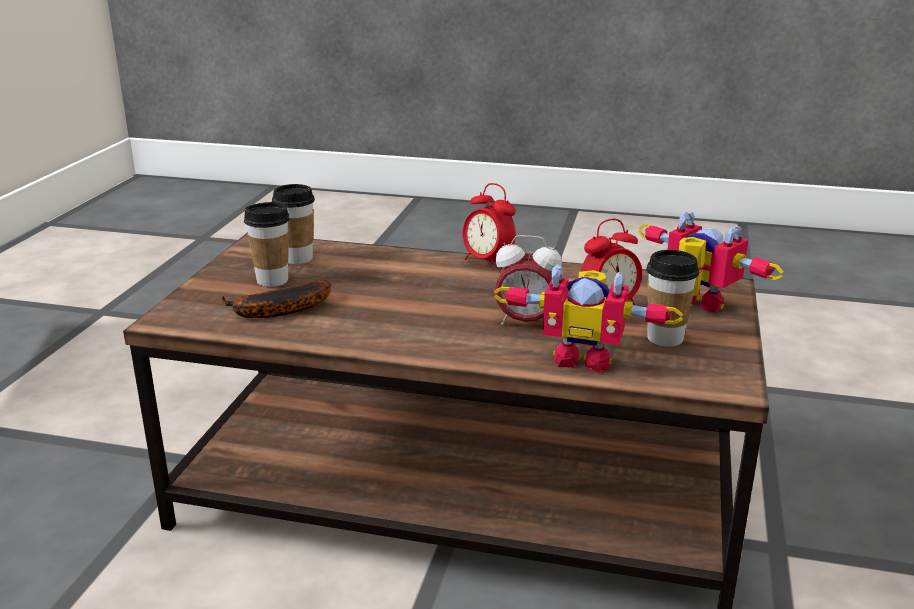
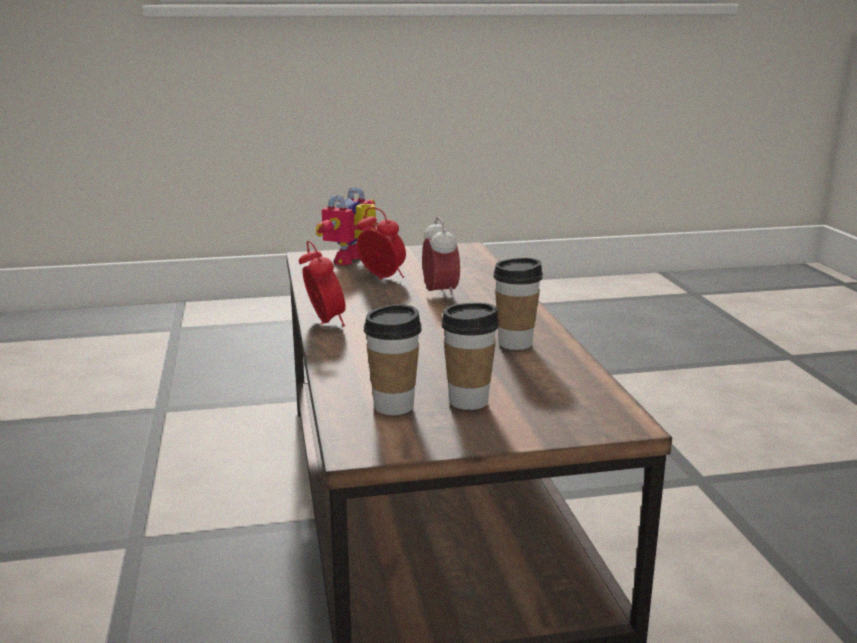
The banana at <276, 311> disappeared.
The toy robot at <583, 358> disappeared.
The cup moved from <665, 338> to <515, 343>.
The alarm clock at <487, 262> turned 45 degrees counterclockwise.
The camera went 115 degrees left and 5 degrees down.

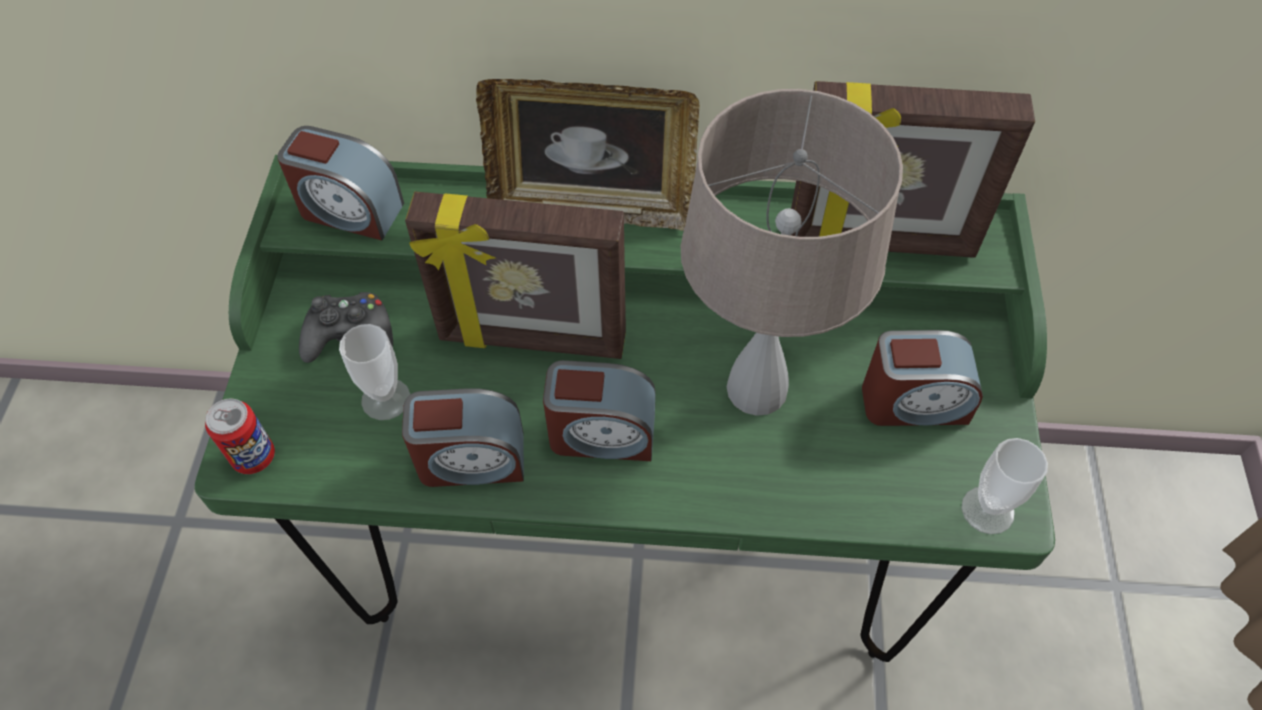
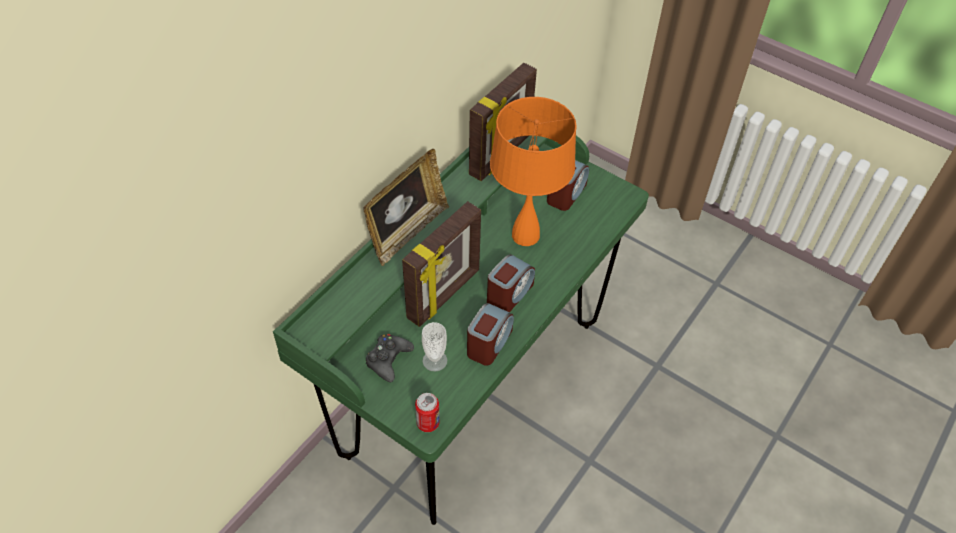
The alarm clock at <350, 211> disappeared.
The cup at <987, 510> disappeared.
The table lamp (beige) at <755, 388> became the table lamp (orange) at <525, 235>.
The camera went 60 degrees left and 5 degrees down.

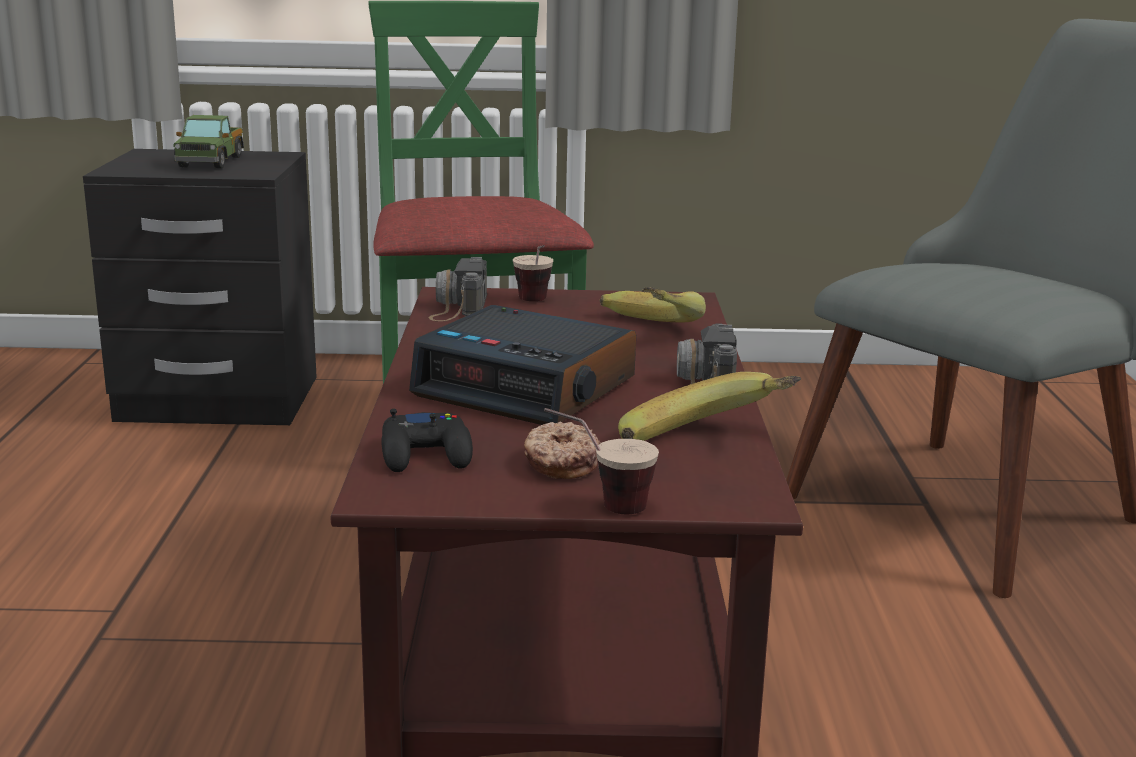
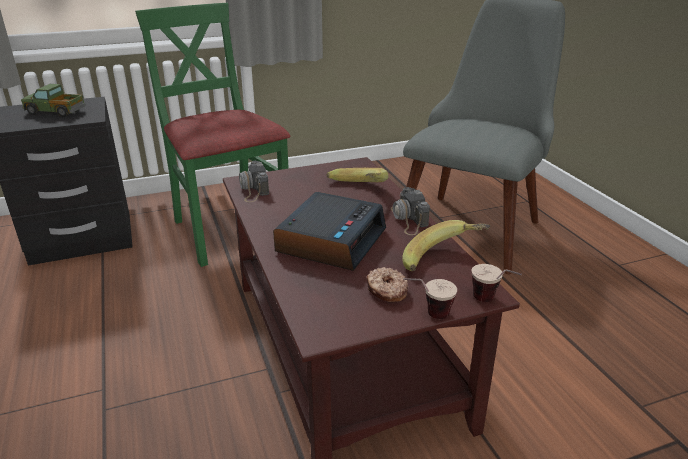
The game controller (black) at <426, 454> disappeared.
The cup moved from <535, 303> to <492, 303>.
The toy truck at <211, 162> turned 120 degrees clockwise.
The alarm clock at <528, 387> turned 75 degrees counterclockwise.
The camera went 20 degrees left and 10 degrees up.

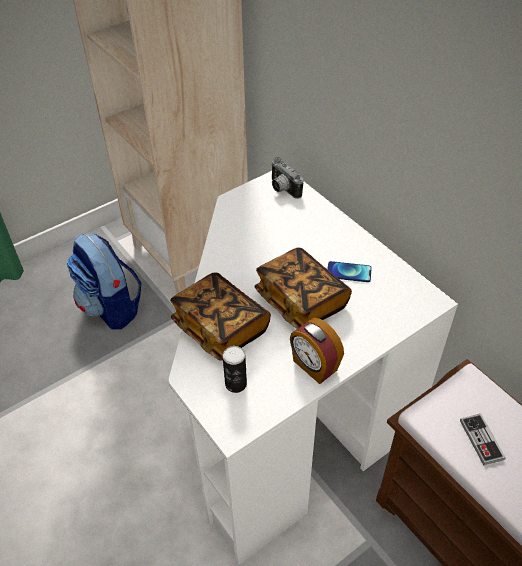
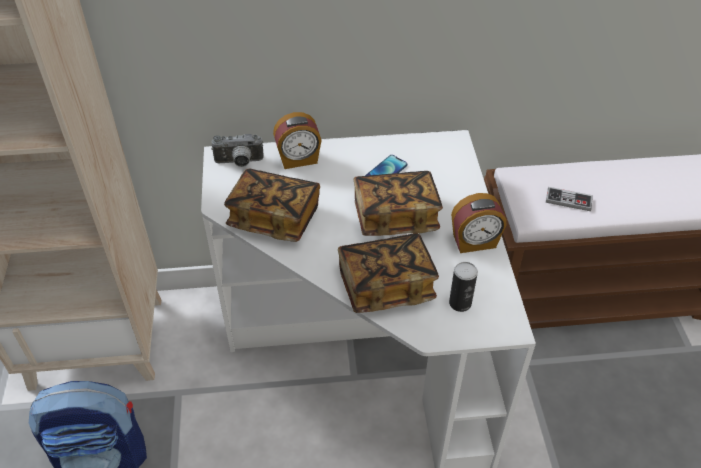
The book at <274, 218> appeared.
The alarm clock at <298, 160> appeared.
The camera went 60 degrees left and 0 degrees up.

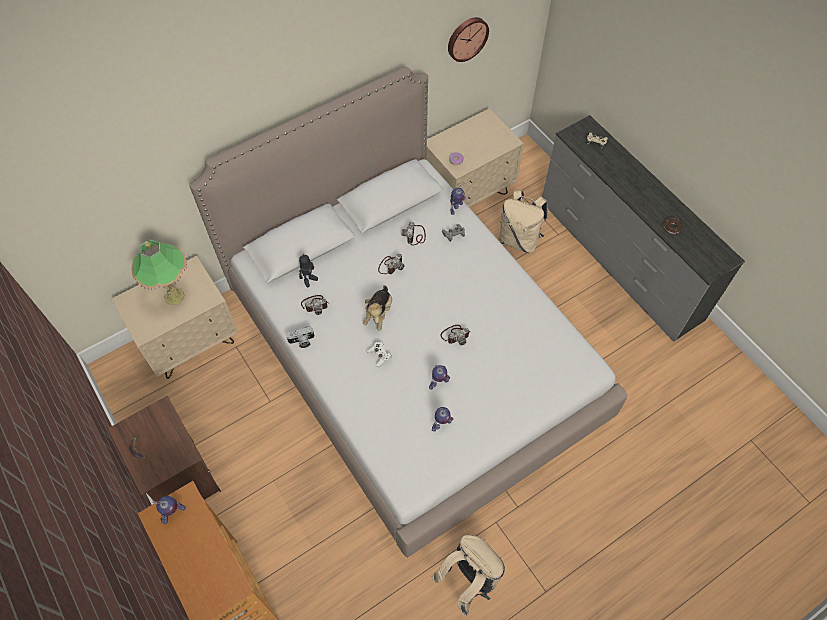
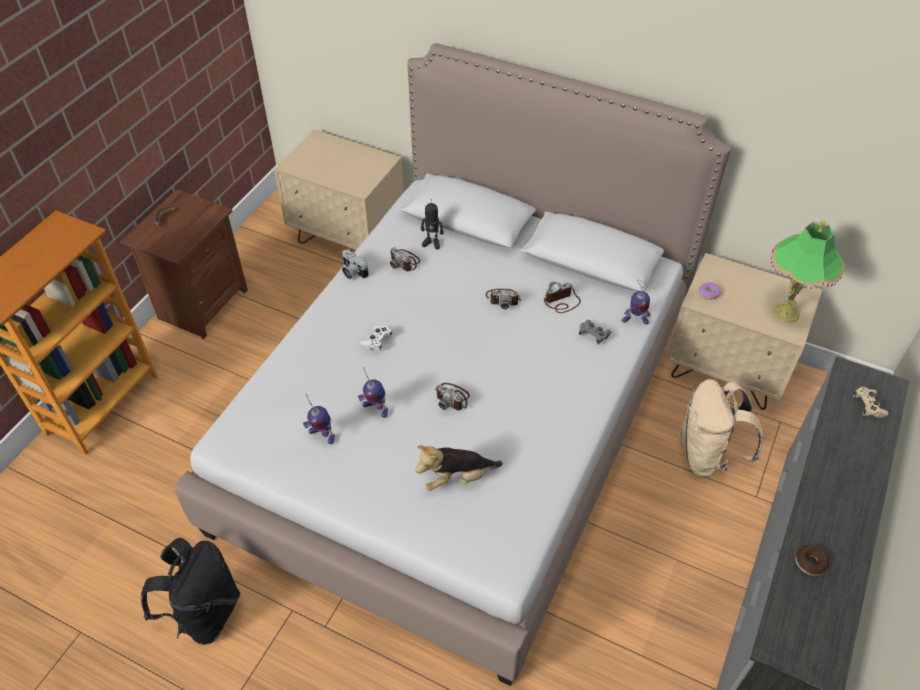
The toy robot at <173, 514> disappeared.
The wall clock at <466, 38> disappeared.
The table lamp moved from <174, 296> to <785, 313>.
The plush toy moved from <378, 313> to <456, 478>.
The backpack (beige) at <468, 579> became the backpack (black) at <205, 613>.
The camera went 60 degrees right and 10 degrees down.

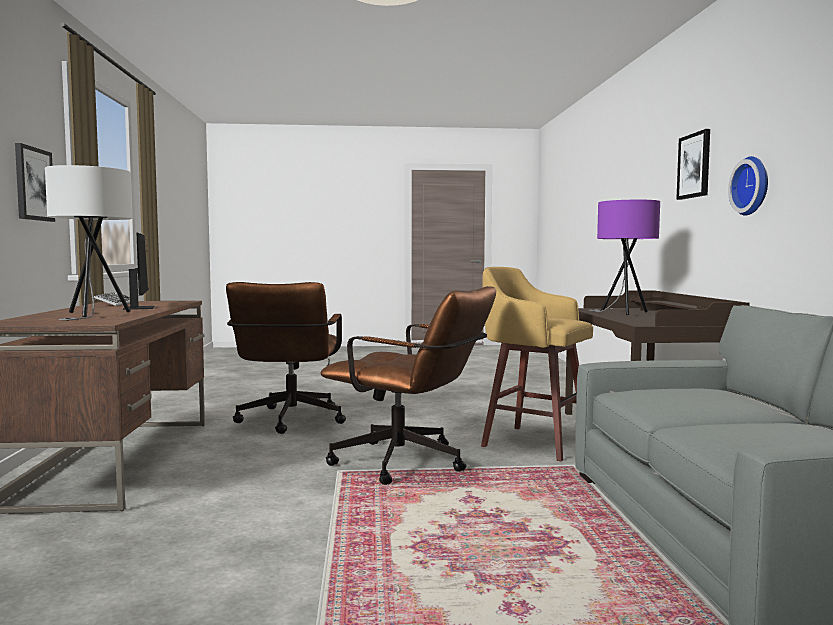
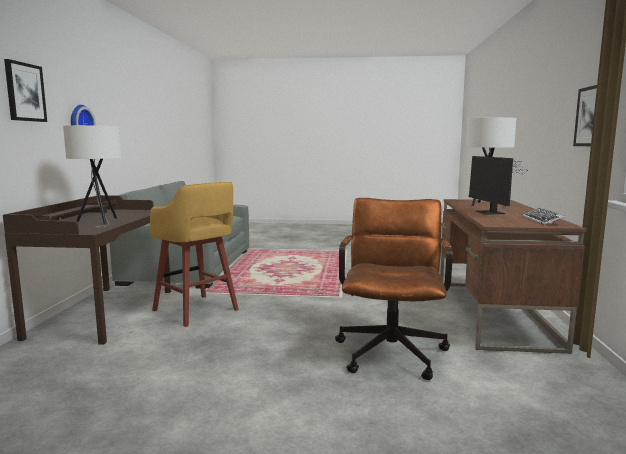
The office chair (brown) at <410, 464> disappeared.
The table lamp (purple) at <622, 313> became the table lamp (white) at <99, 222>.
The camera went 170 degrees left and 5 degrees up.

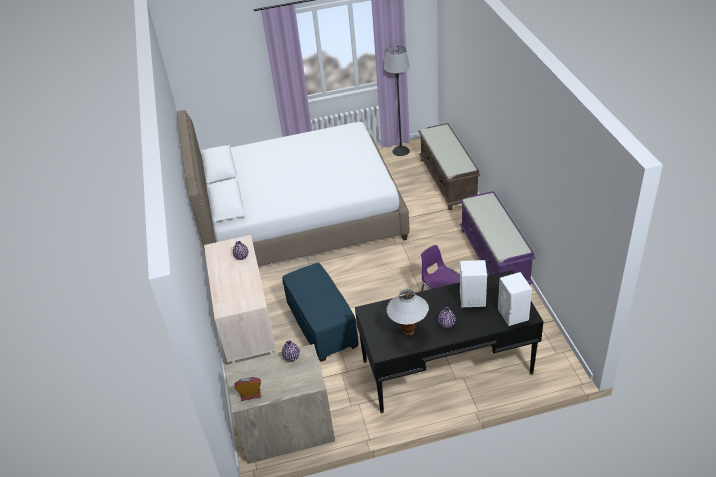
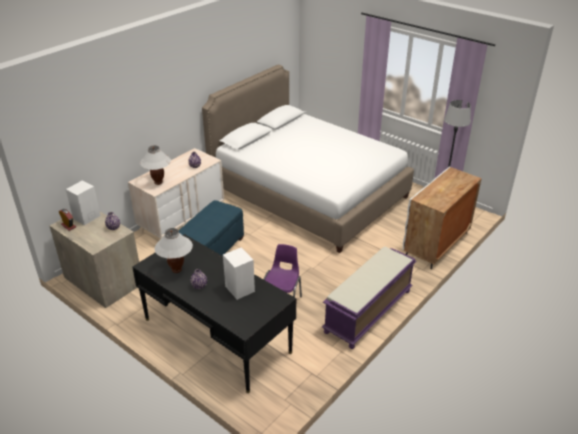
The table lamp (white) at <158, 182> appeared.
The speaker (white) moved from <513, 315> to <86, 217>.
The bench (brown) at <448, 181> was replaced by the cabinet (white) at <436, 244>.
The camera went 50 degrees right and 5 degrees down.

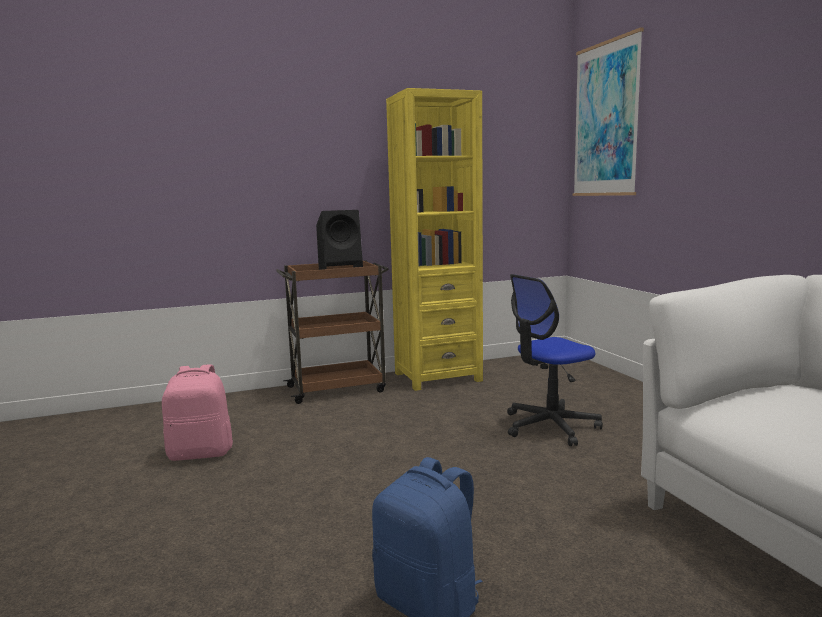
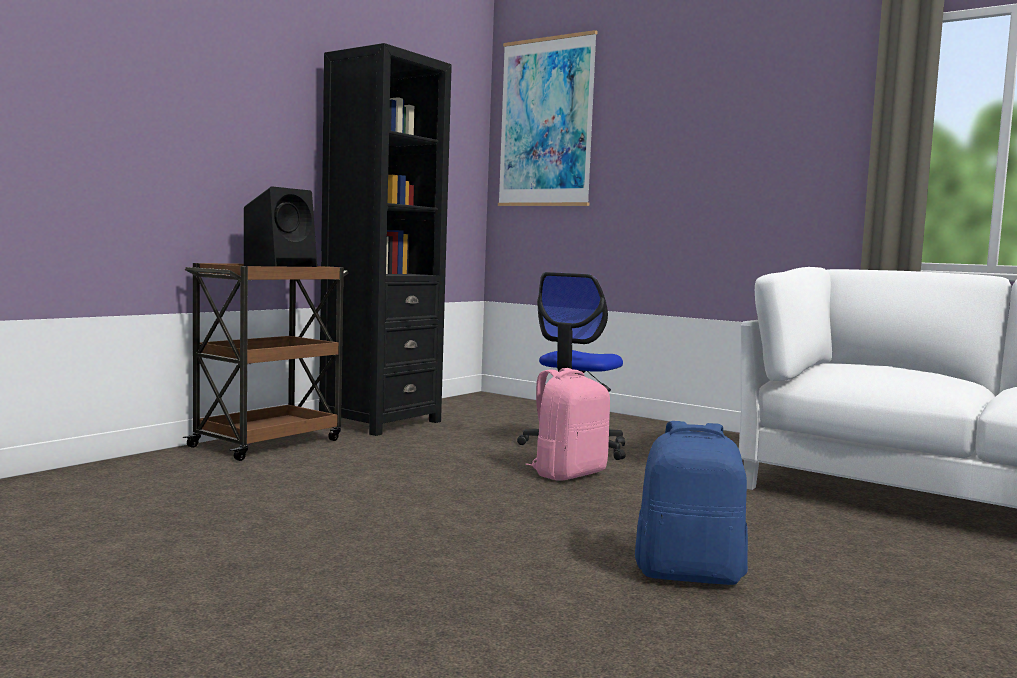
The backpack (pink) moved from <201, 453> to <568, 474>.
The bookcase (yellow) at <437, 377> became the bookcase (black) at <380, 422>.
The camera went 35 degrees left and 5 degrees down.

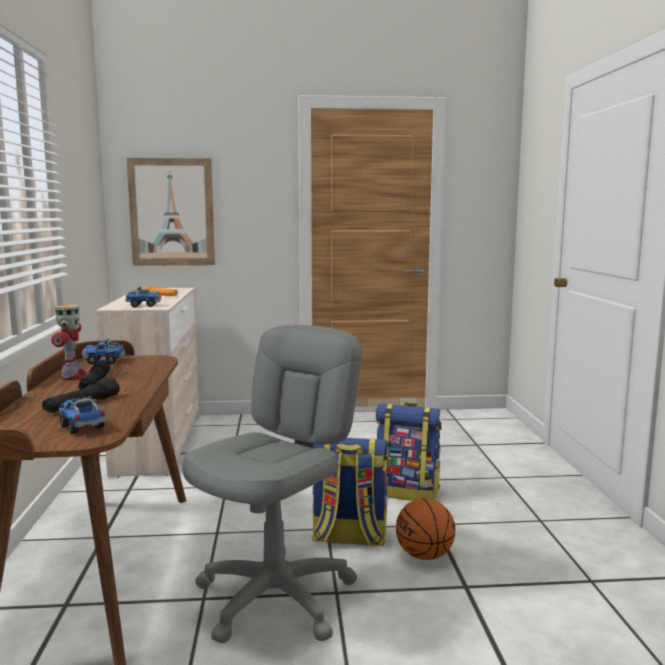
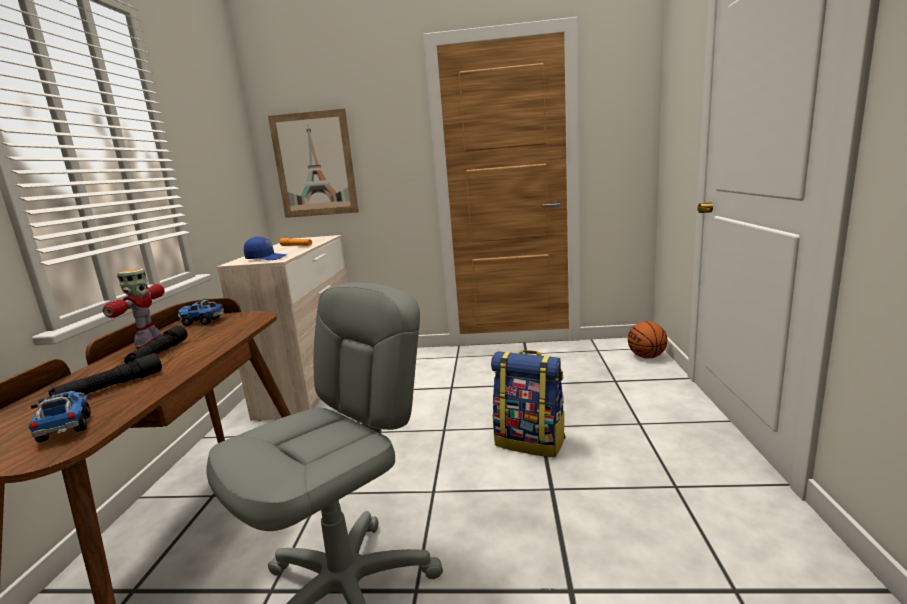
The backpack at <349, 537> disappeared.
The basketball moved from <424, 555> to <646, 357>.
The toy truck at <143, 305> was replaced by the cap (blue) at <266, 258>.
The camera went 10 degrees right and 5 degrees up.

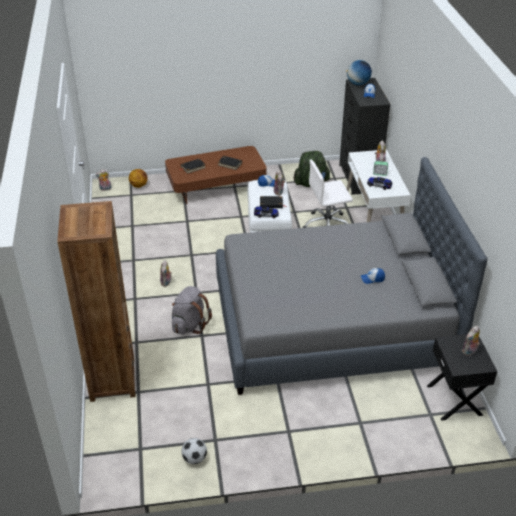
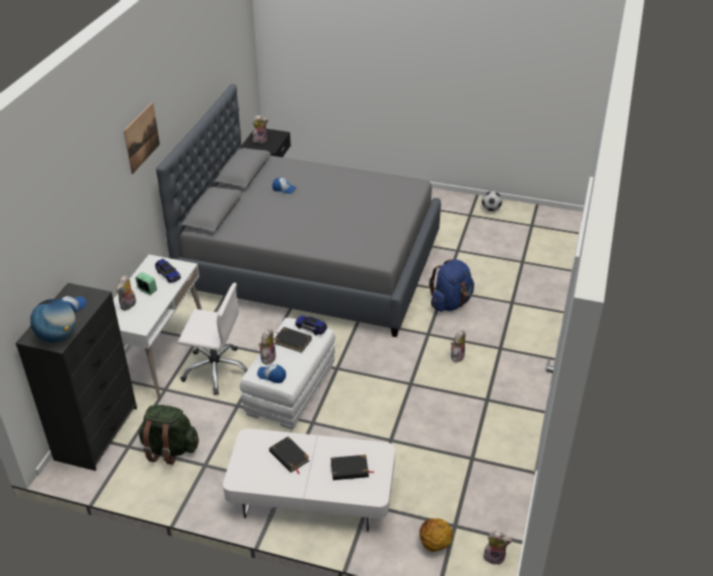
The bookcase (brown) at <112, 379> disappeared.
The picture at <141, 137> appeared.
The coffee table (brown) at <216, 186> became the coffee table (white) at <312, 495>.
The backpack (grey) at <190, 325> became the backpack (blue) at <451, 303>.
The camera went 155 degrees left and 0 degrees up.

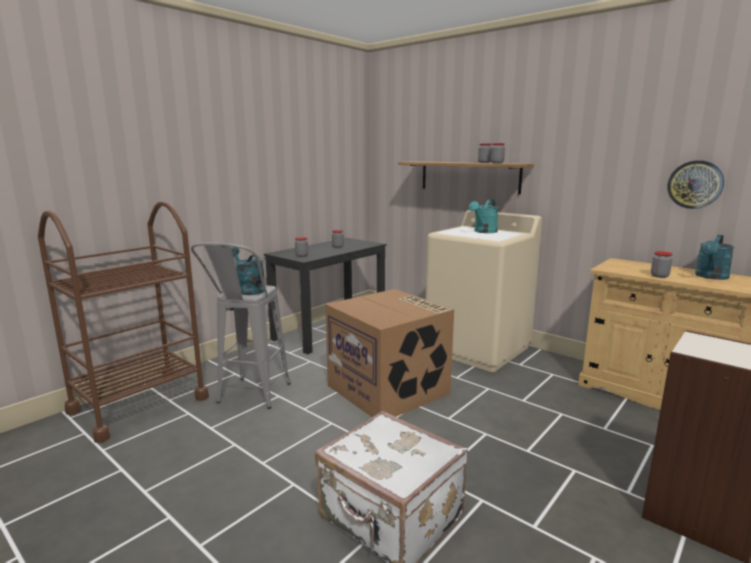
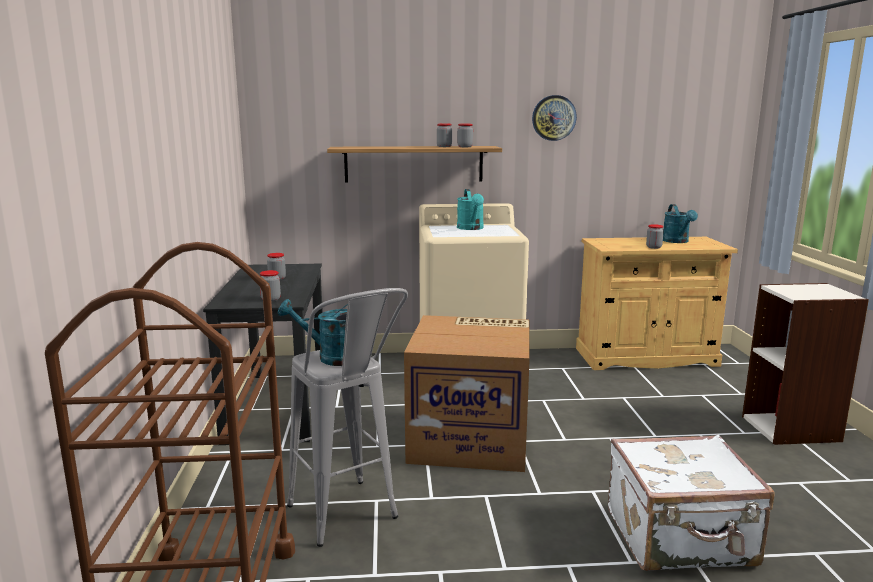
The wall clock moved from <695, 184> to <553, 118>.
The camera went 45 degrees left and 0 degrees up.

